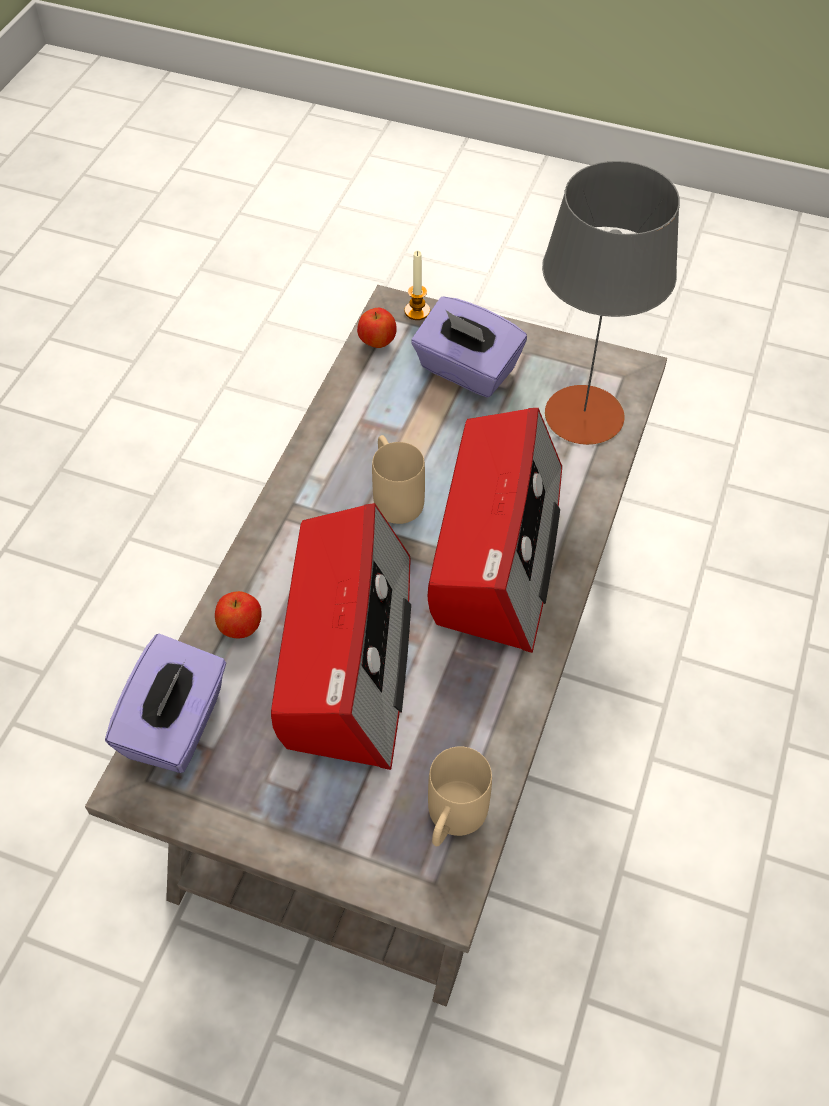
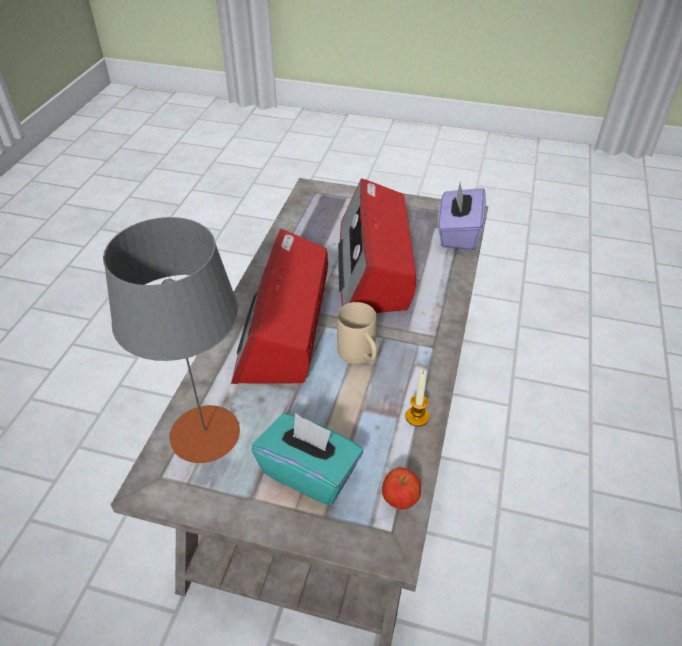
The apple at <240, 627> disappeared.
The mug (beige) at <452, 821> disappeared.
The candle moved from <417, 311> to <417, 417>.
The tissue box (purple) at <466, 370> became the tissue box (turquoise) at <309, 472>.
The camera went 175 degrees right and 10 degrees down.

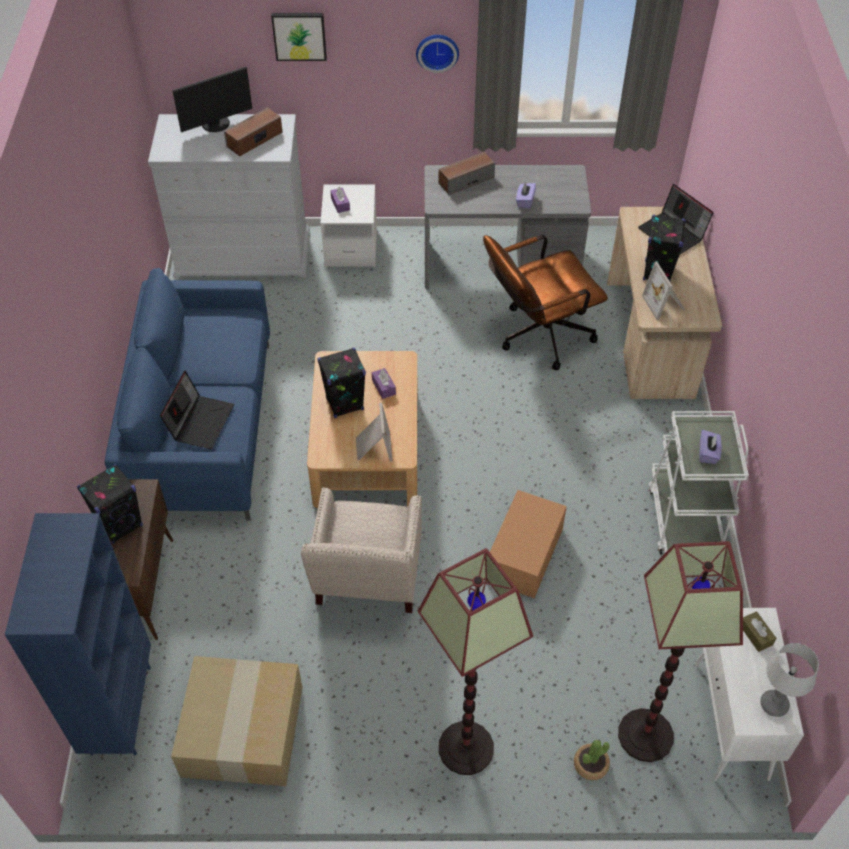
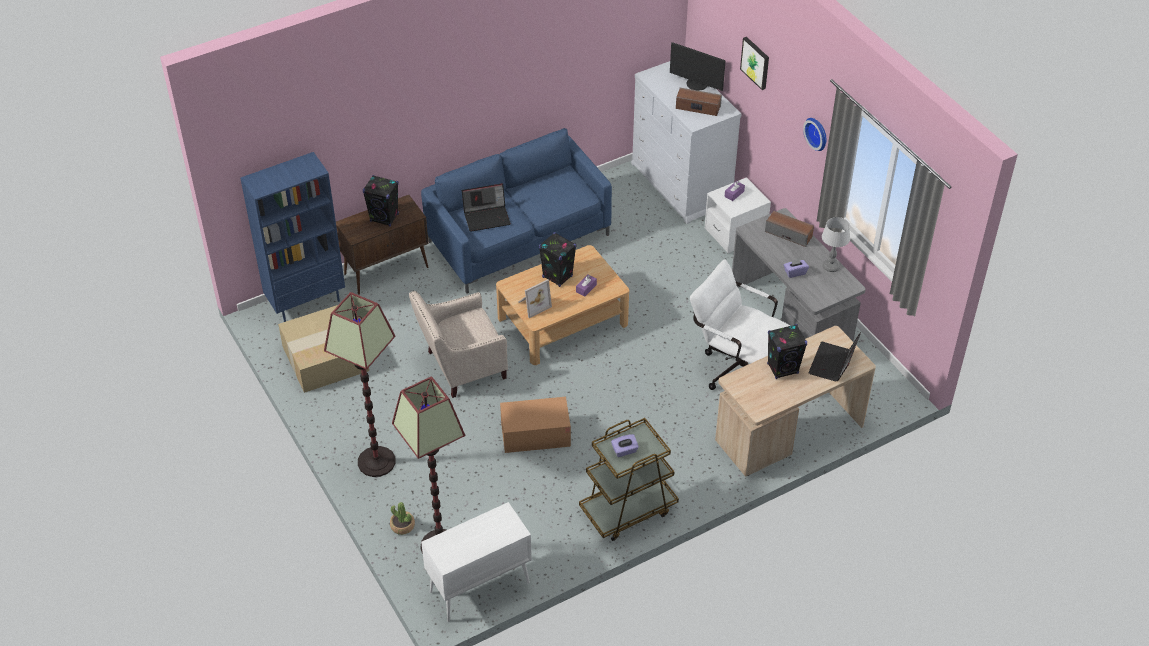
The picture frame at <665, 304> disappeared.
The tissue box (brown) at <755, 635> disappeared.
The table lamp moved from <773, 704> to <830, 266>.
The office chair (brown) at <537, 336> became the office chair (white) at <735, 367>.
The cart (white) at <685, 519> became the cart (brown) at <628, 510>.
The camera went 60 degrees right and 5 degrees down.

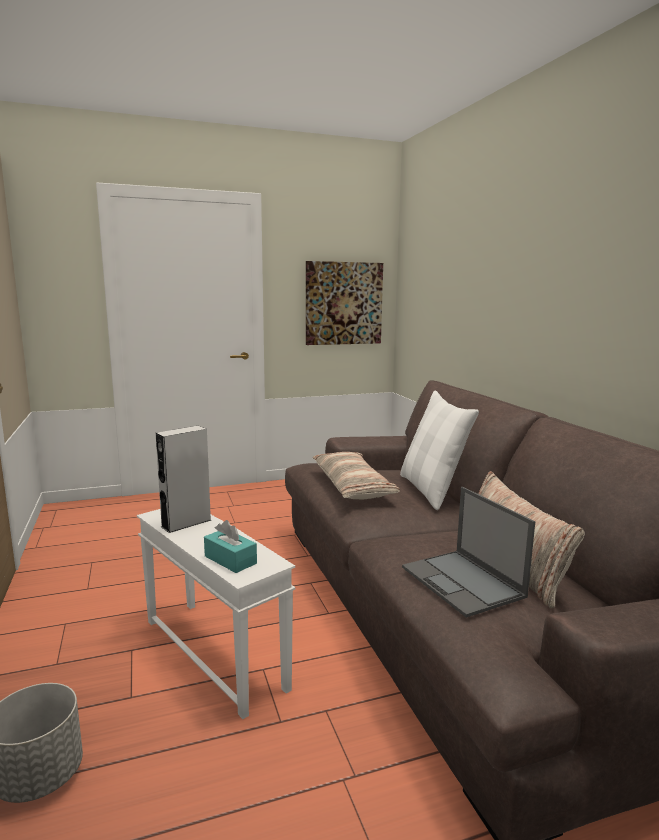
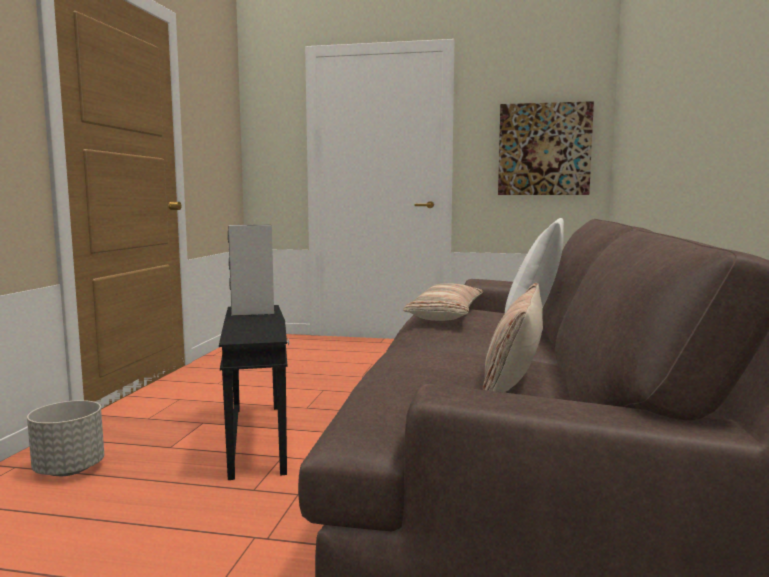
The tissue box (turquoise) at <230, 560> disappeared.
The laptop at <463, 582> disappeared.
The side table (white) at <214, 652> became the side table (black) at <258, 438>.
The camera went 30 degrees right and 5 degrees down.

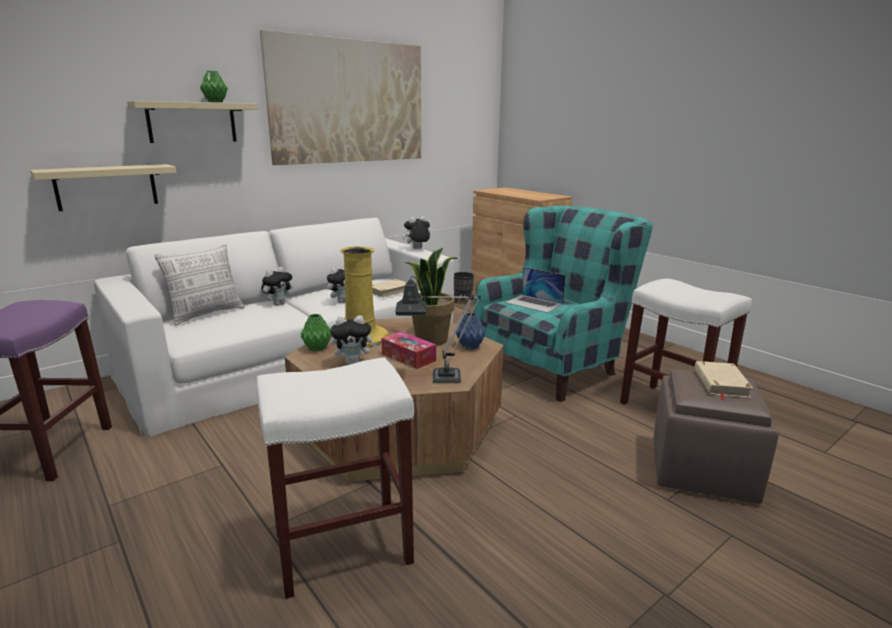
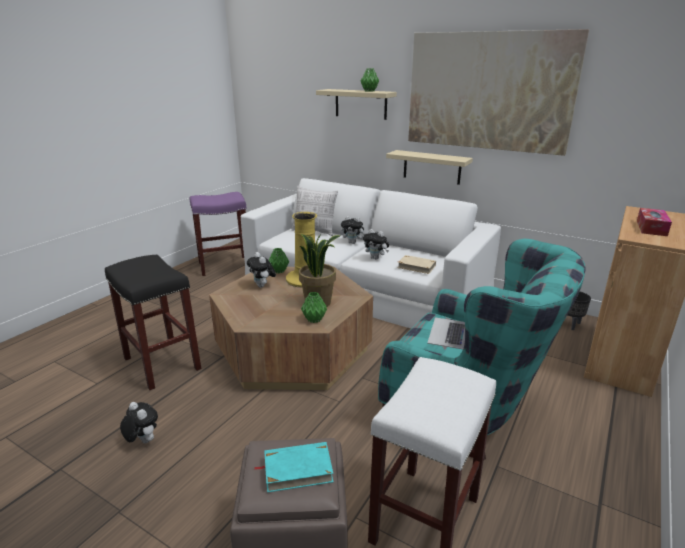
The table lamp at <438, 378> disappeared.
The shelf (beige) moved from <106, 187> to <432, 167>.
The tissue box moved from <408, 357> to <651, 228>.
The plush toy moved from <417, 249> to <142, 441>.
The stool (white) at <344, 546> became the stool (black) at <163, 364>.
The vase (blue) at <470, 346> became the vase (green) at <314, 320>.
The book (beige) at <720, 383> became the book (turquoise) at <297, 469>.
The camera went 70 degrees right and 5 degrees up.

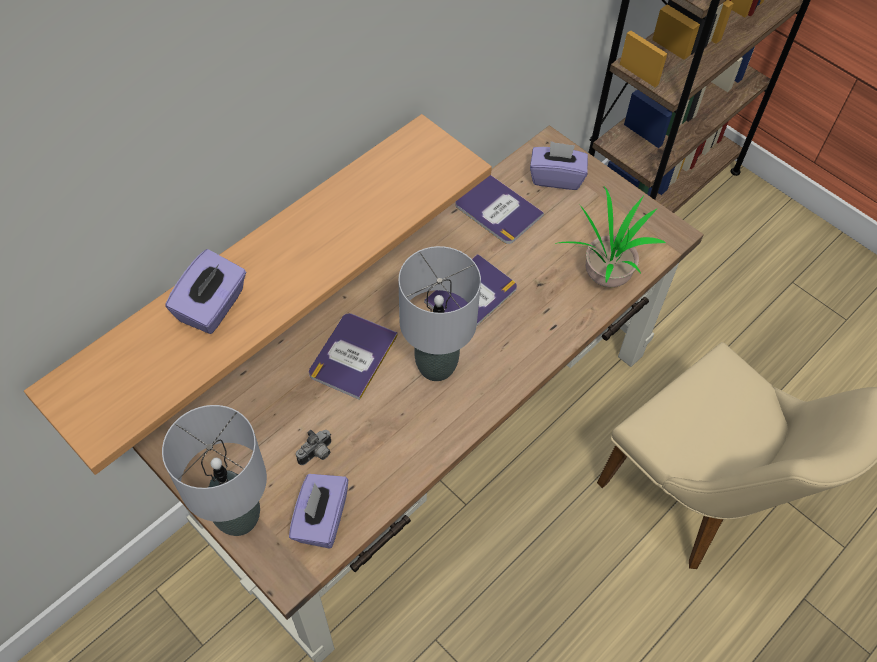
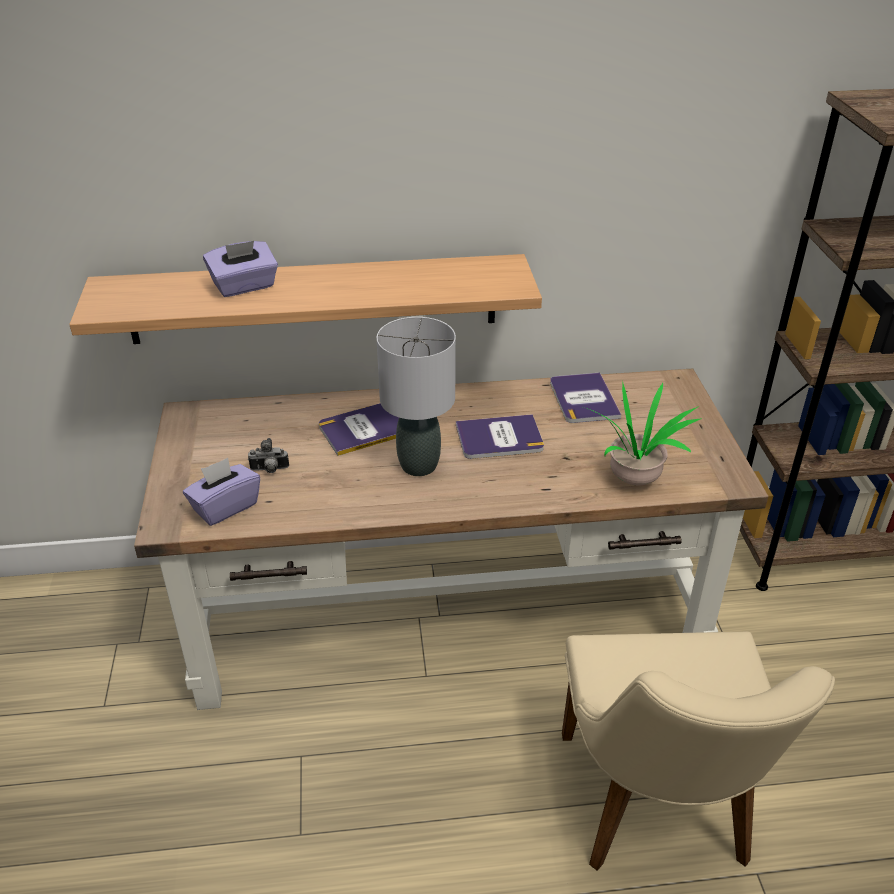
The table lamp (grey) at <238, 516> disappeared.
The tissue box (purple) at <556, 177> disappeared.
The camera went 40 degrees right and 20 degrees down.

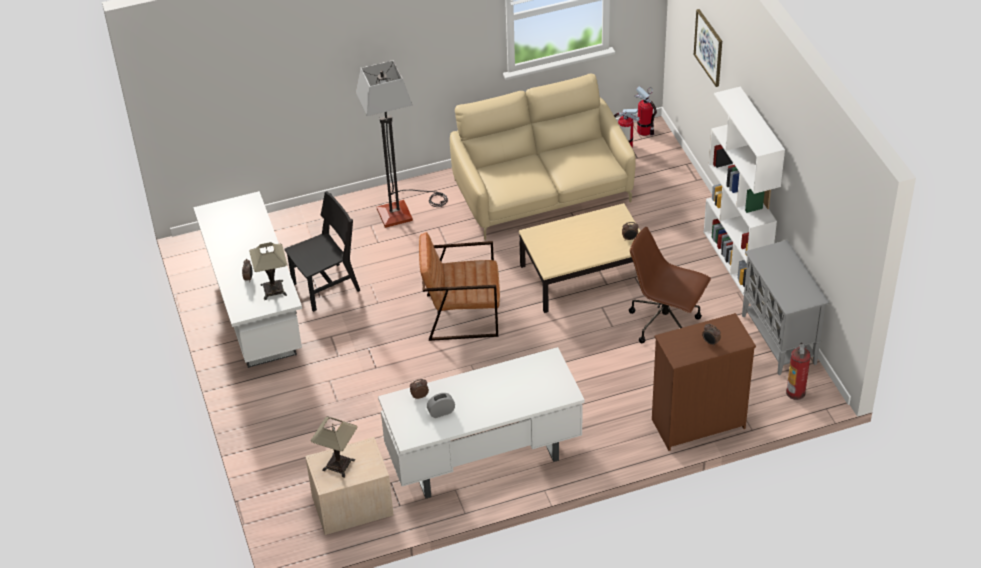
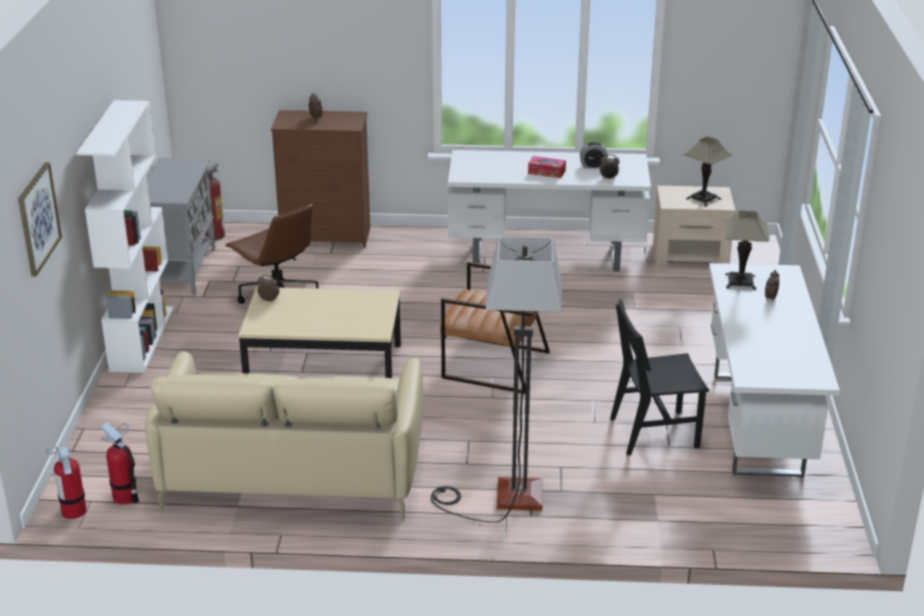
The tissue box at <546, 172> appeared.
The camera went 160 degrees left and 15 degrees down.

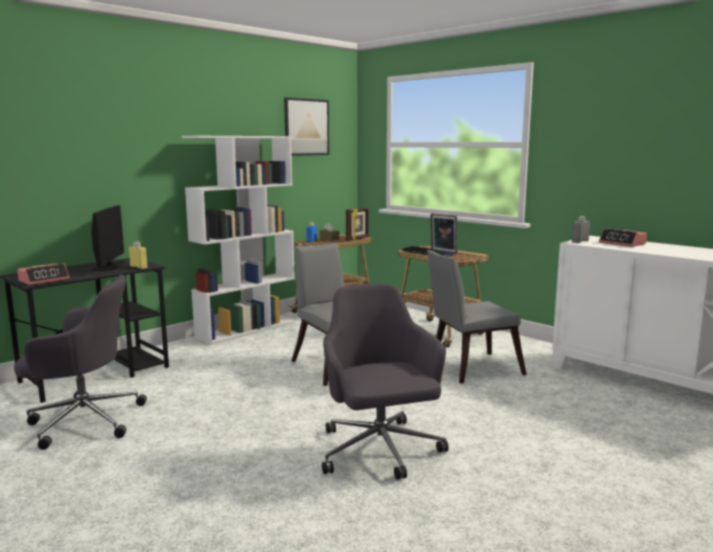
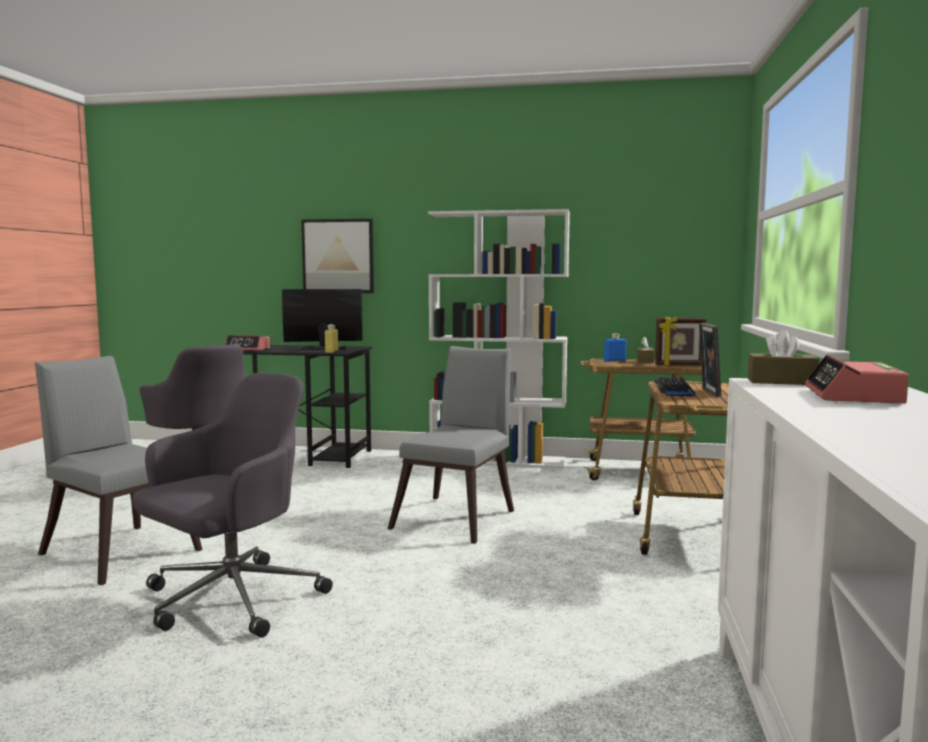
The picture moved from <306, 127> to <338, 256>.
The chair (grey) moved from <469, 368> to <118, 550>.
The bottle (grey) at <580, 241> was replaced by the tissue box (brown) at <781, 382>.
The monitor at <109, 266> turned 150 degrees counterclockwise.
The camera went 55 degrees right and 5 degrees down.

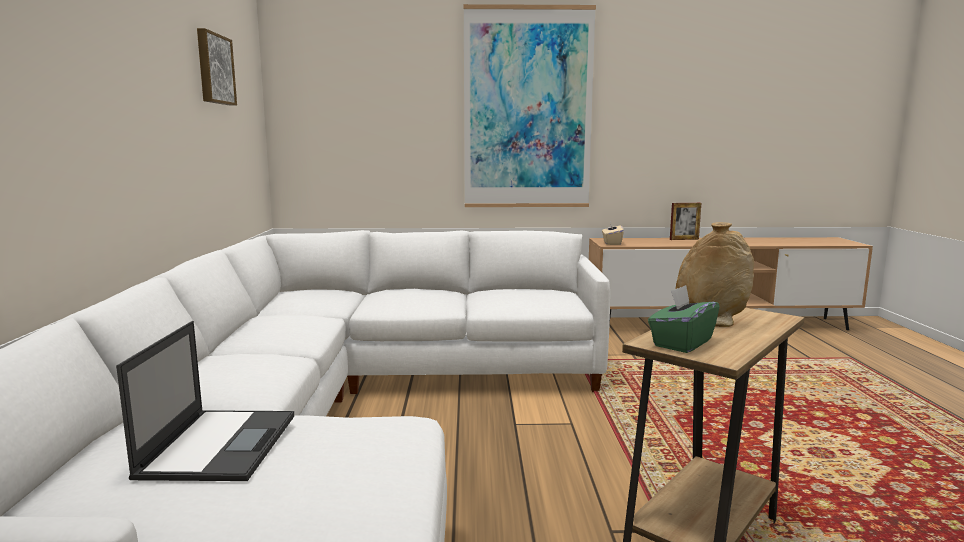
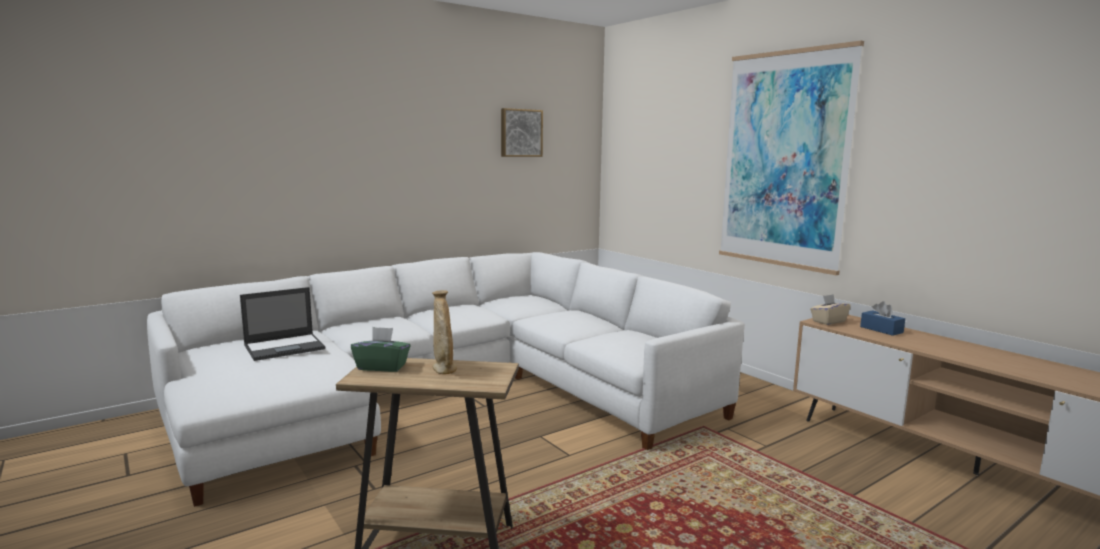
The picture frame at <684, 239> disappeared.
The tissue box (blue) at <881, 330> appeared.
The camera went 55 degrees right and 0 degrees up.

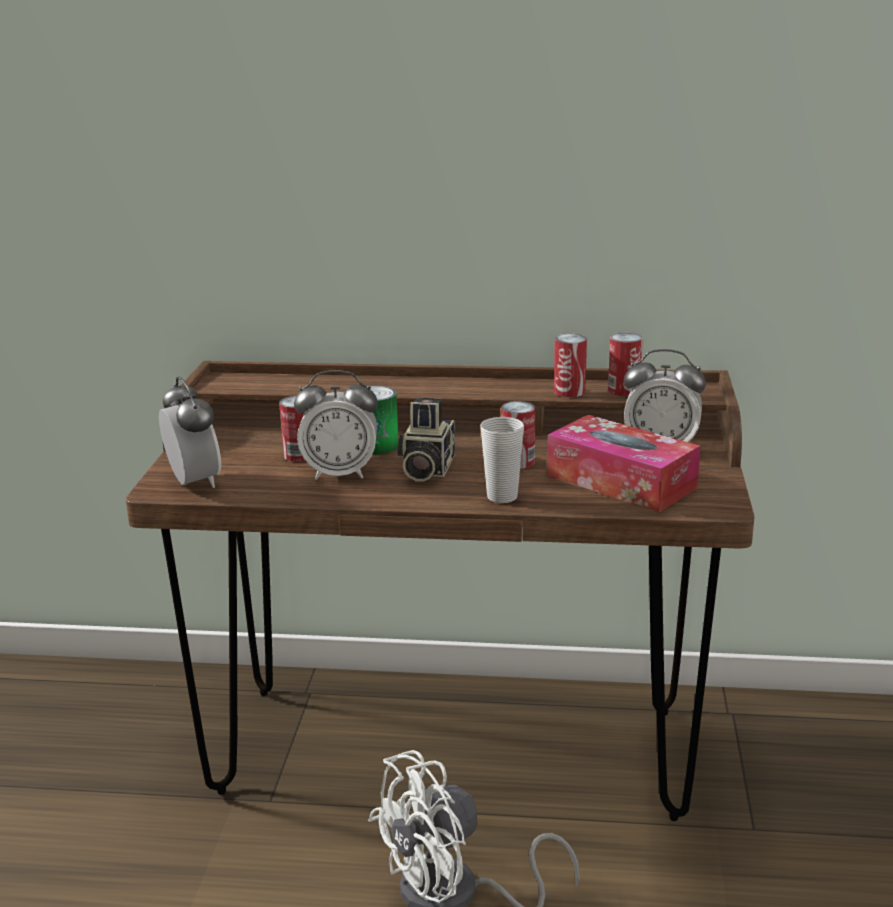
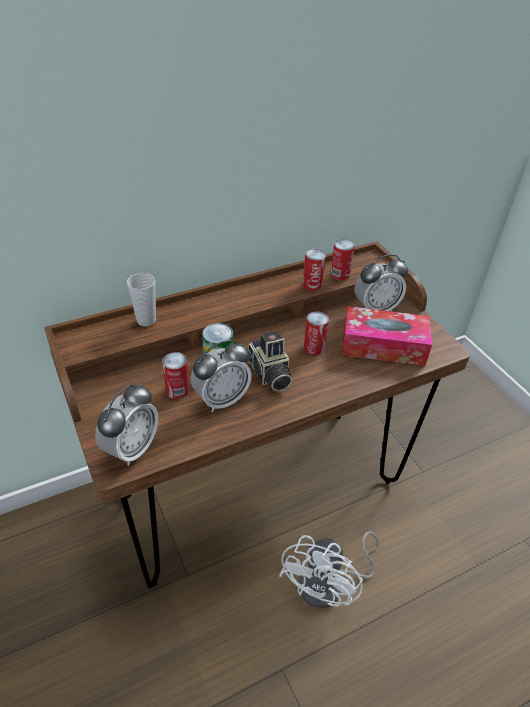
The cup moved from <502, 497> to <146, 320>.
The alarm clock at <194, 482> turned 90 degrees clockwise.
The camera went 35 degrees left and 20 degrees up.

